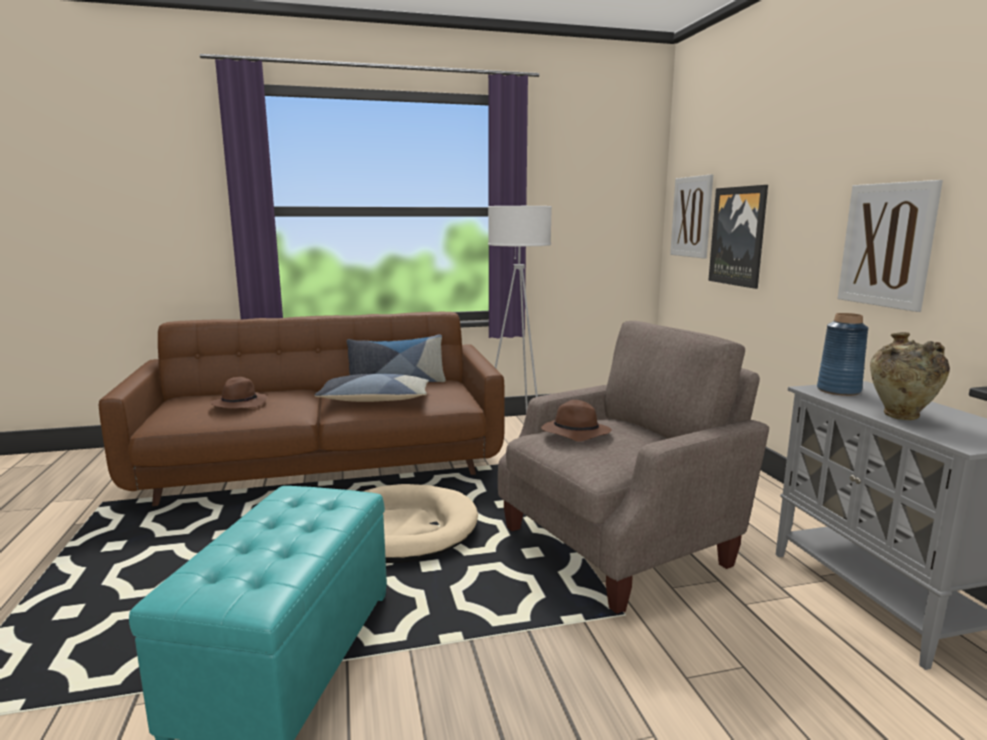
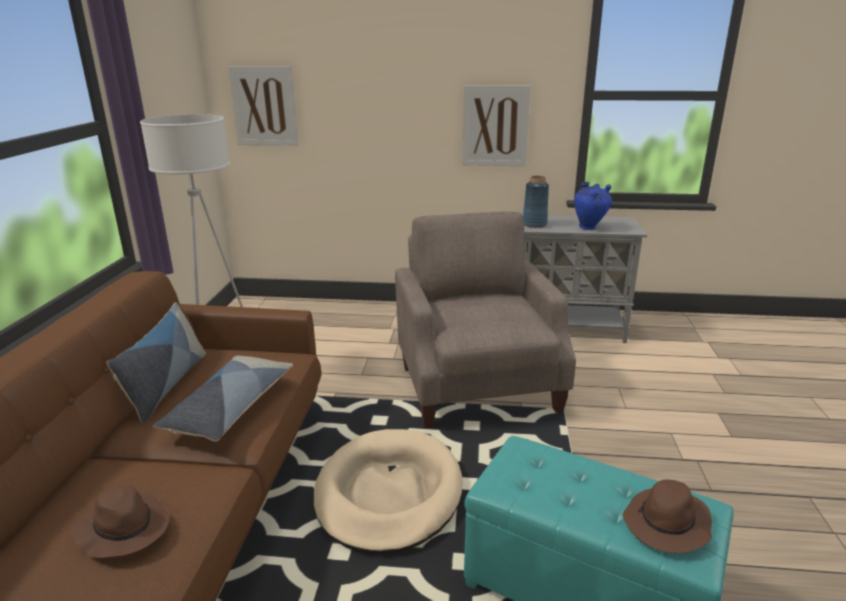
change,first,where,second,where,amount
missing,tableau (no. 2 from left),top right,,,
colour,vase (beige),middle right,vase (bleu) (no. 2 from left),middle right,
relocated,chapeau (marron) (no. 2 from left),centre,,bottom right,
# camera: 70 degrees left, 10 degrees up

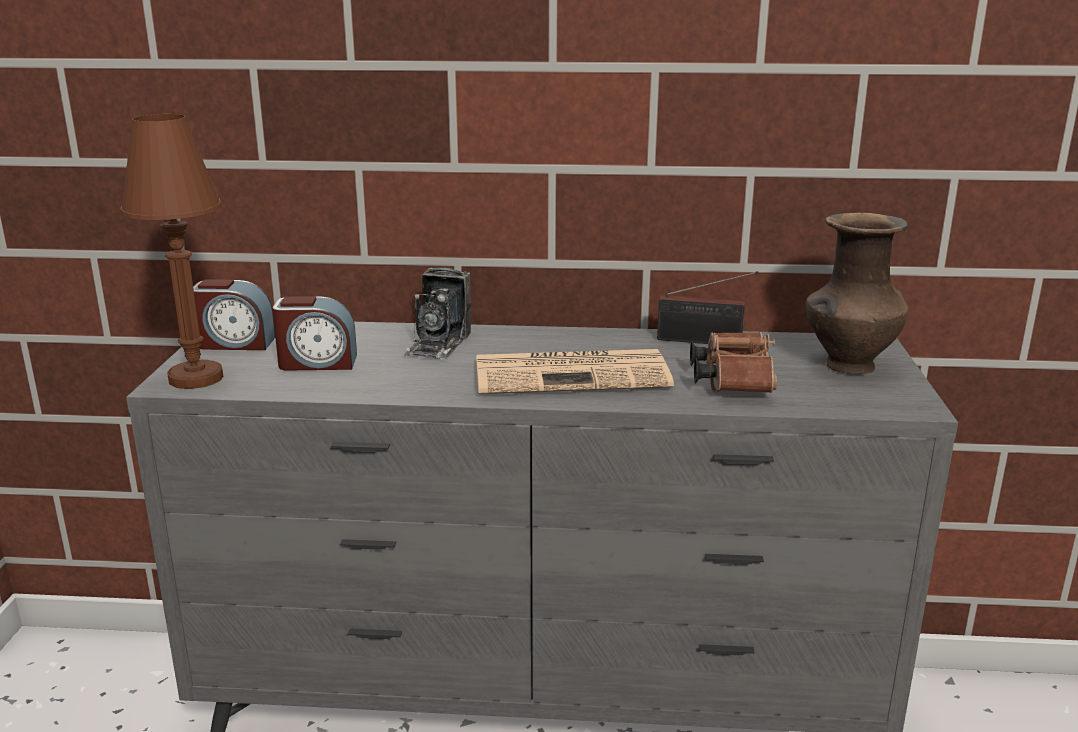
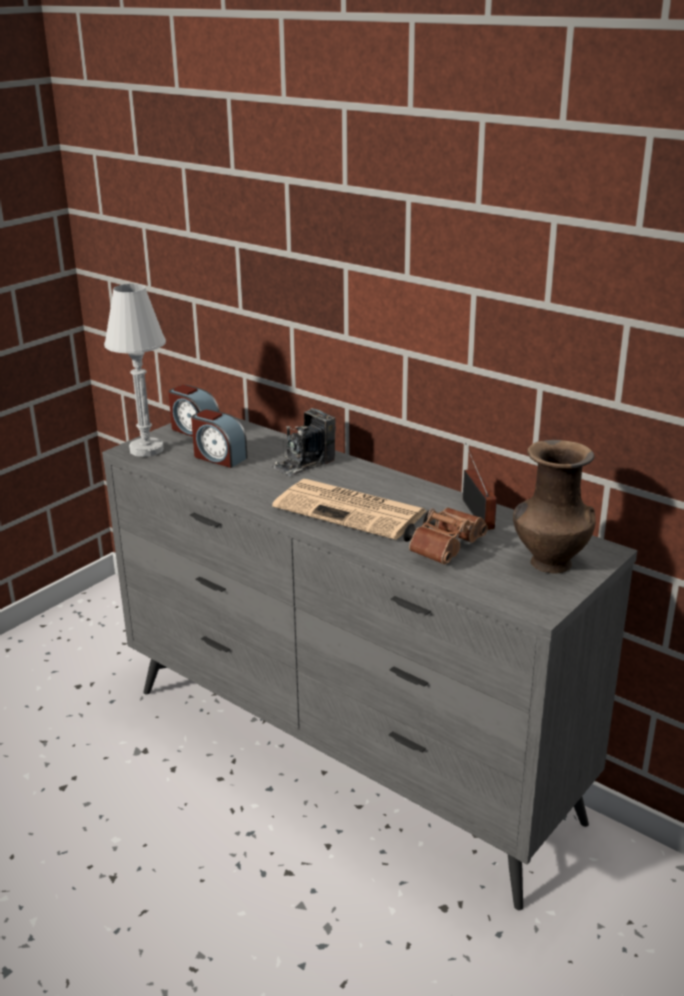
change,first,where,second,where,amount
colour,lampe de table (marron),middle left,lampe de table (blanc),middle left,
spun,radio,centre,,middle right,150 degrees counterclockwise
# camera: 35 degrees right, 5 degrees up

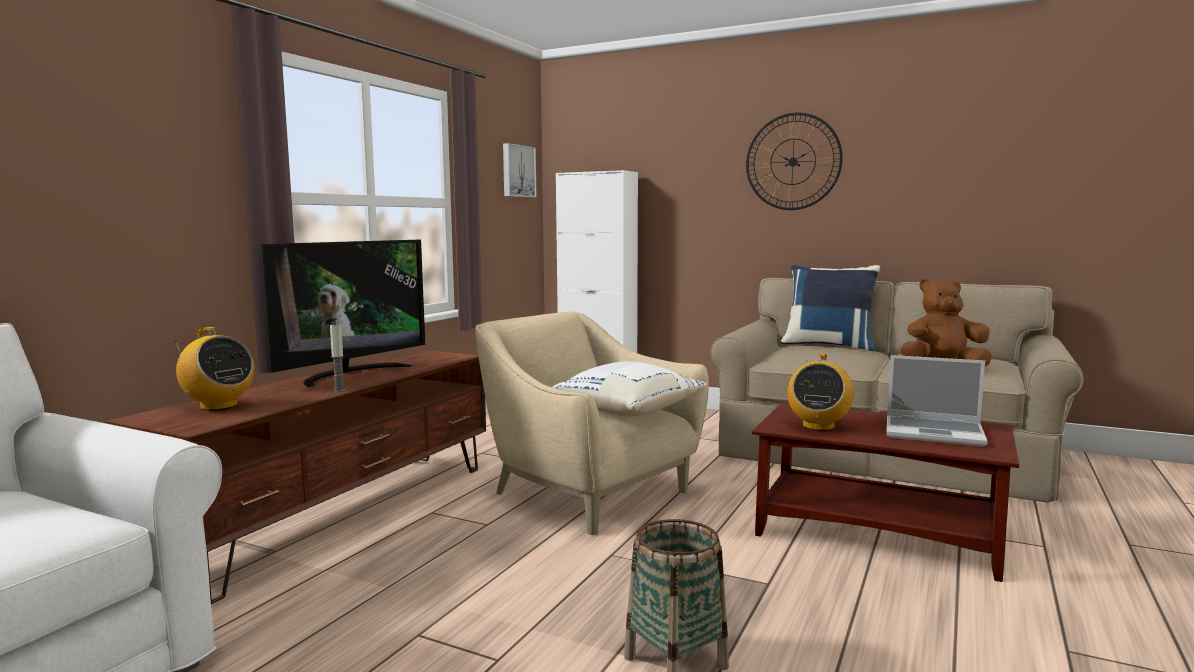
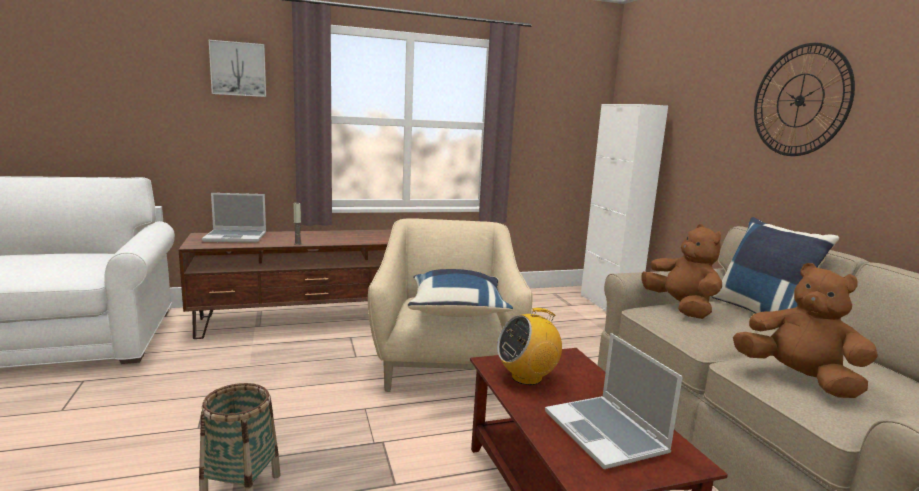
change,first,where,second,where,amount
relocated,tableau,top centre,,top left,
missing,téléviseur,middle left,,,
exchanged,radio (no. 1 from left),middle left,ordinateur portable (no. 1 from left),middle left,
colour,coussin (blanc),centre,coussin (bleu) (no. 1 from left),centre,
appeared,,,peluche (marron) (no. 1 from left),middle right,
# camera: 45 degrees right, 5 degrees up

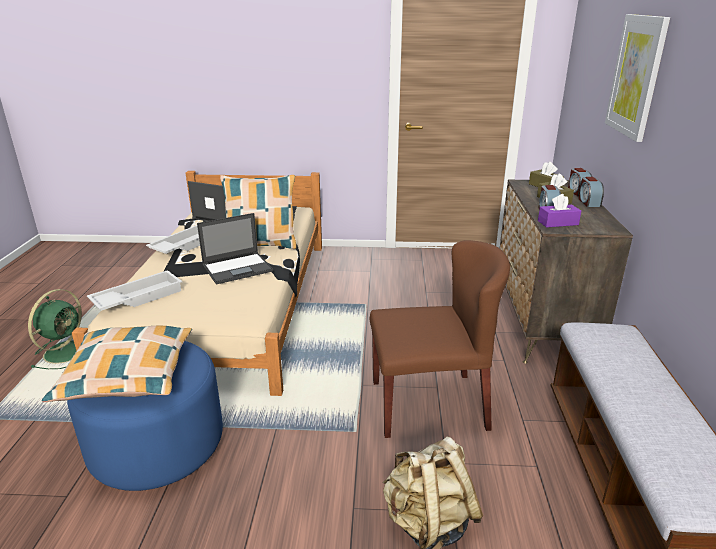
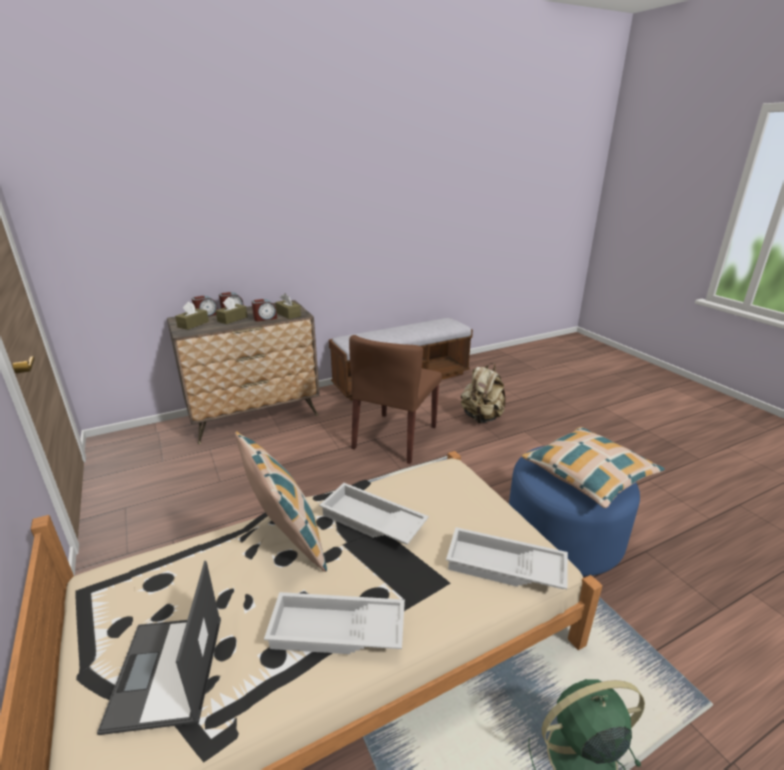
change,first,where,second,where,amount
missing,tableau,top right,,,
colour,boîte à mouchoirs (violet),middle right,boîte à mouchoirs (marron) (no. 3 from left),centre,
exchanged,ordinateur portable (no. 2 from left),middle left,plateau (blanc) (no. 2 from left),bottom centre,
spun,chaise (marron),centre,,centre,120 degrees counterclockwise
# camera: 120 degrees left, 0 degrees up

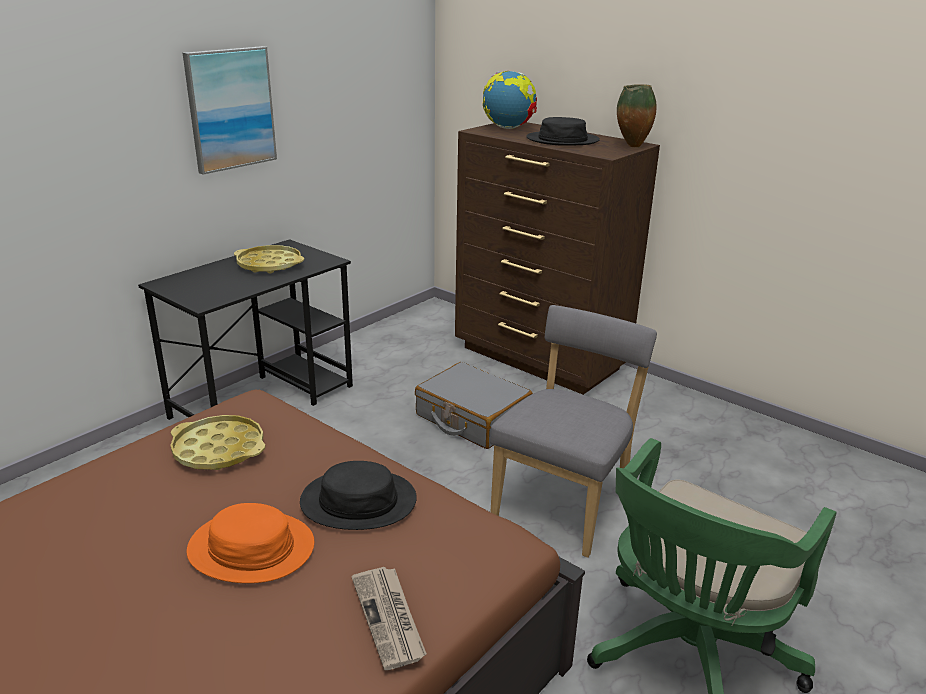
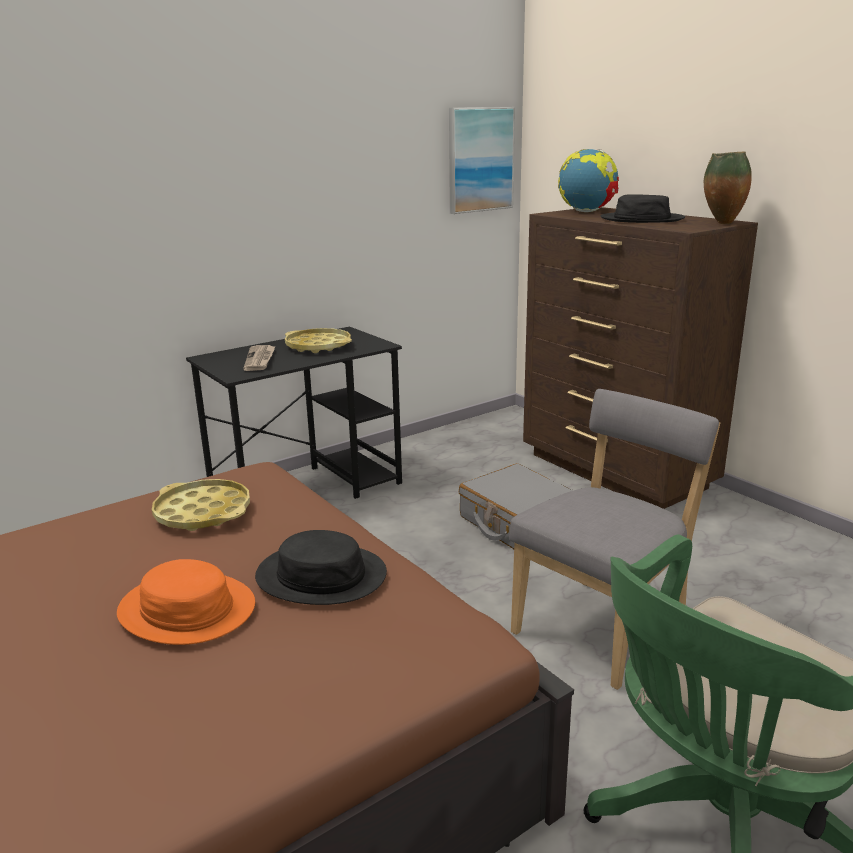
change,first,where,second,where,amount
relocated,tableau,top left,,top centre,
relocated,journal,bottom centre,,middle left,
# camera: 15 degrees right, 5 degrees down

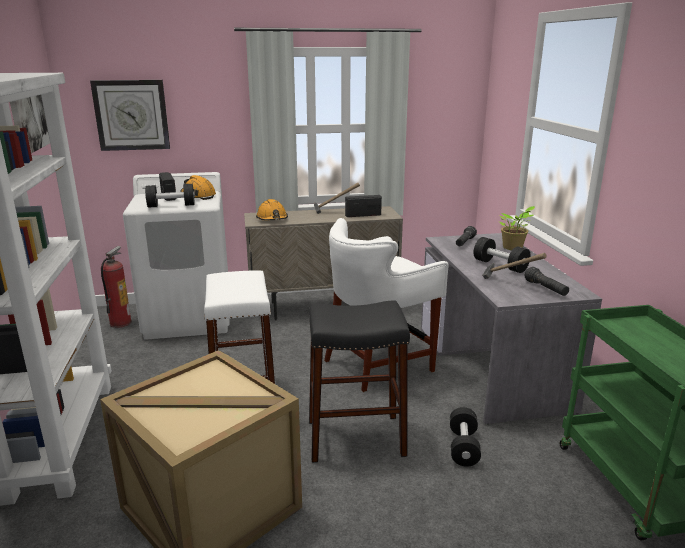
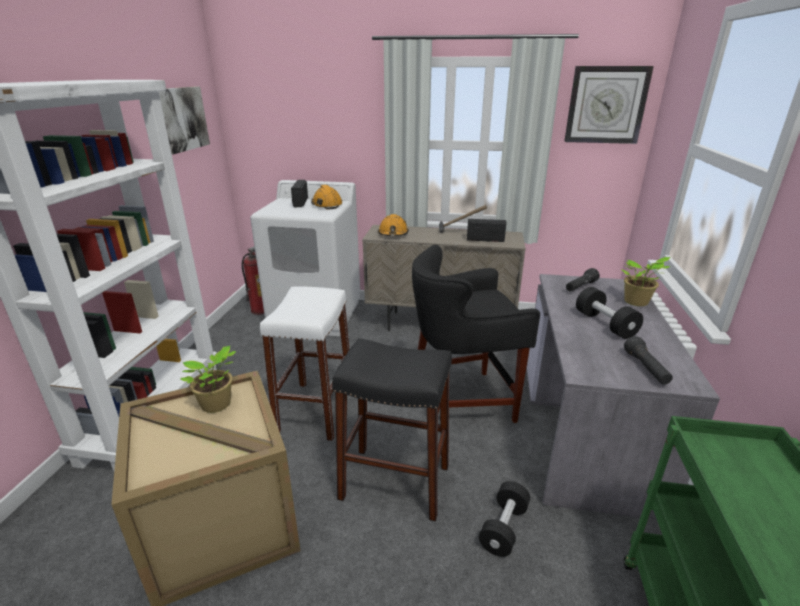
change,first,where,second,where,amount
relocated,horloge murale,top left,,top right,
missing,haltère (noir) (no. 1 from left),middle left,,,
colour,tabouret (blanc) (no. 2 from left),centre,tabouret (noir) (no. 2 from left),centre,
missing,marteau (no. 2 from left),middle right,,,
appeared,,,plante en pot (no. 1 from left),middle left,
# camera: 20 degrees right, 5 degrees up

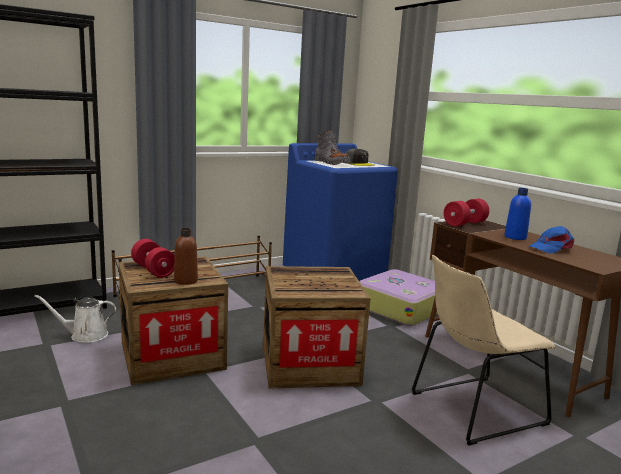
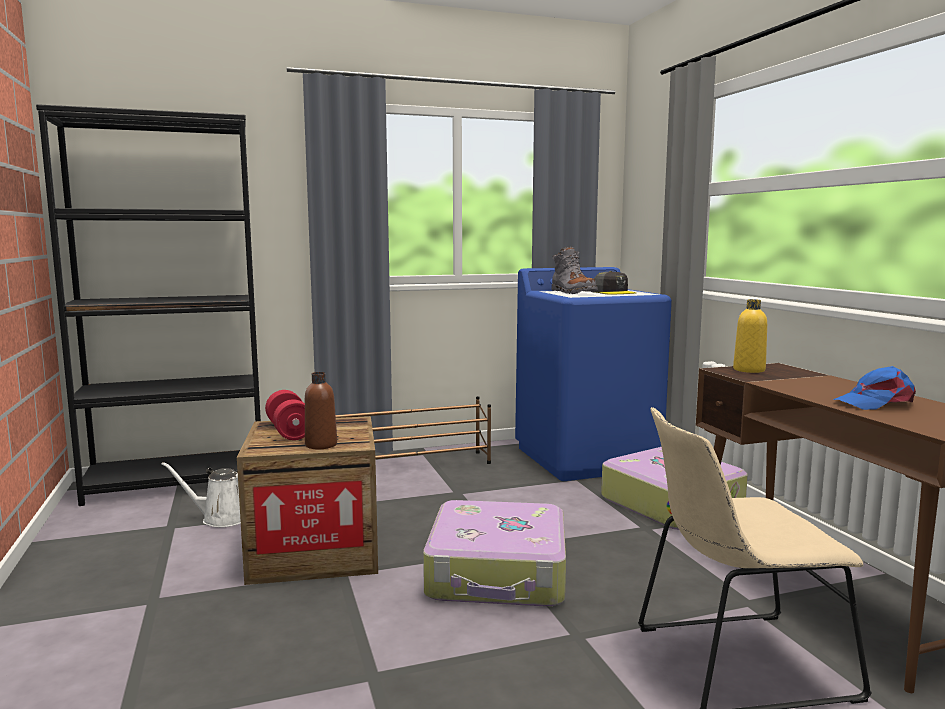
change,first,where,second,where,amount
missing,bouteille (bleu),middle right,,,
exchanged,haltère (rouge) (no. 2 from left),middle right,bouteille (jaune),middle right,
exchanged,caisse (no. 2 from left),bottom centre,valise (no. 1 from left),bottom centre,
# camera: 15 degrees right, 5 degrees down

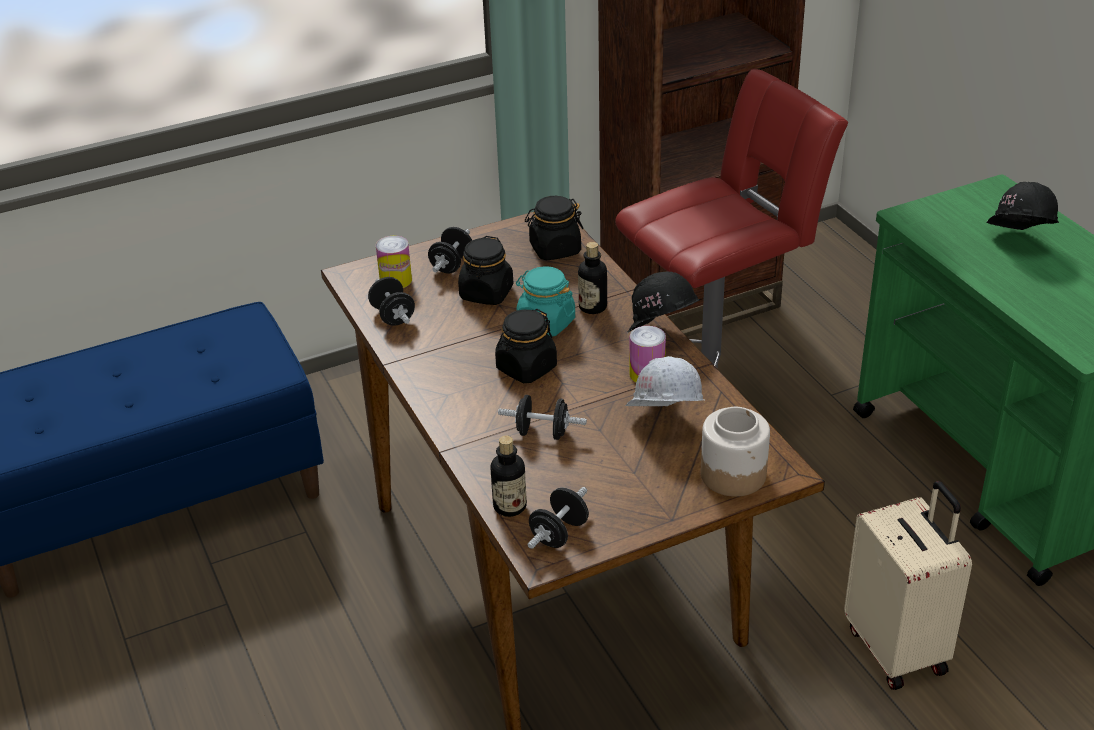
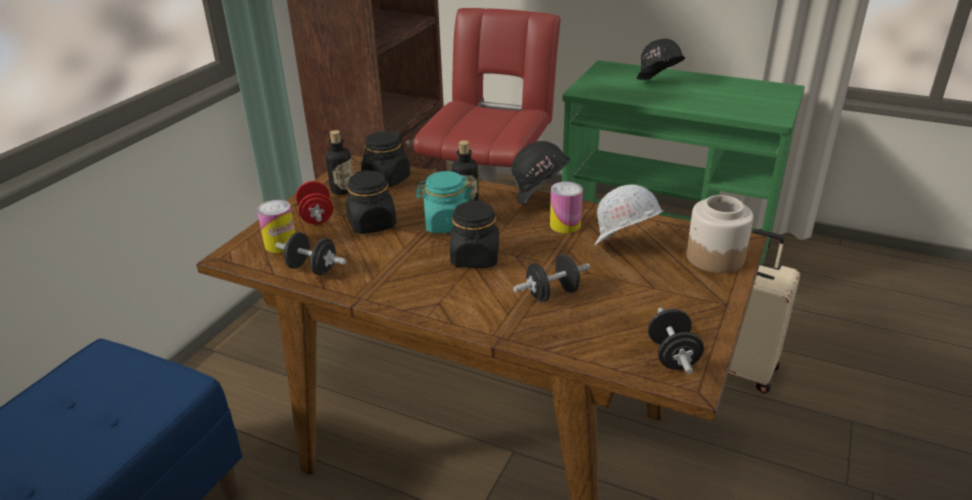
change,first,where,second,where,amount
colour,haltère (noir) (no. 2 from left),centre,haltère (rouge),middle left,
relocated,bouteille (no. 1 from left),centre,,top centre,
# camera: 40 degrees left, 5 degrees down

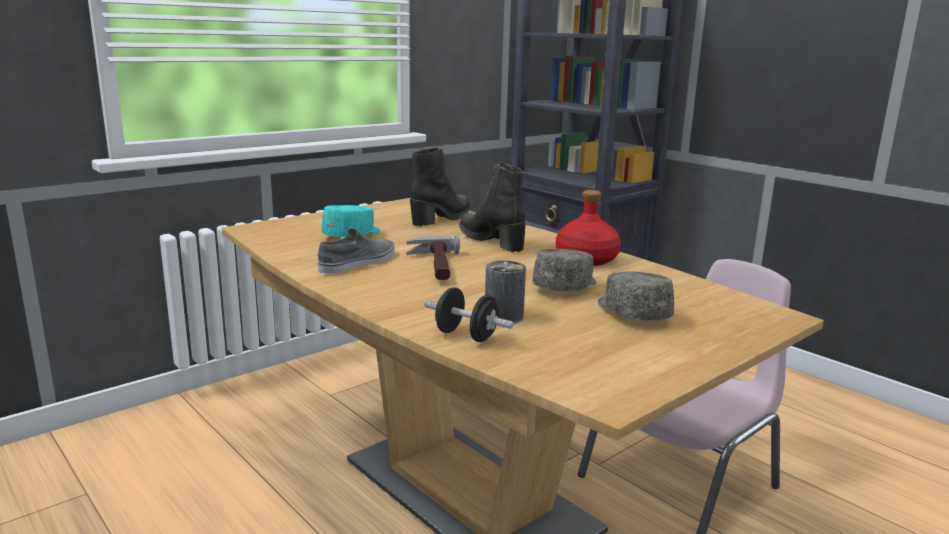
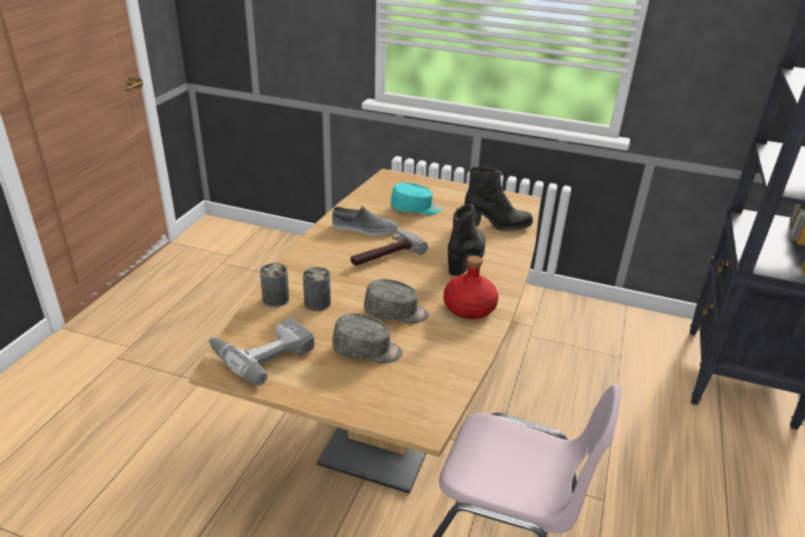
change,first,where,second,where,amount
spun,casquette (gris) (no. 2 from left in the first image),middle right,casquette (gris) (no. 1 from left),centre,60 degrees clockwise
exchanged,haltère (noir),centre,boîte métallique (no. 1 from left),centre,
appeared,,,perceuse,middle left,
# camera: 60 degrees right, 15 degrees up

